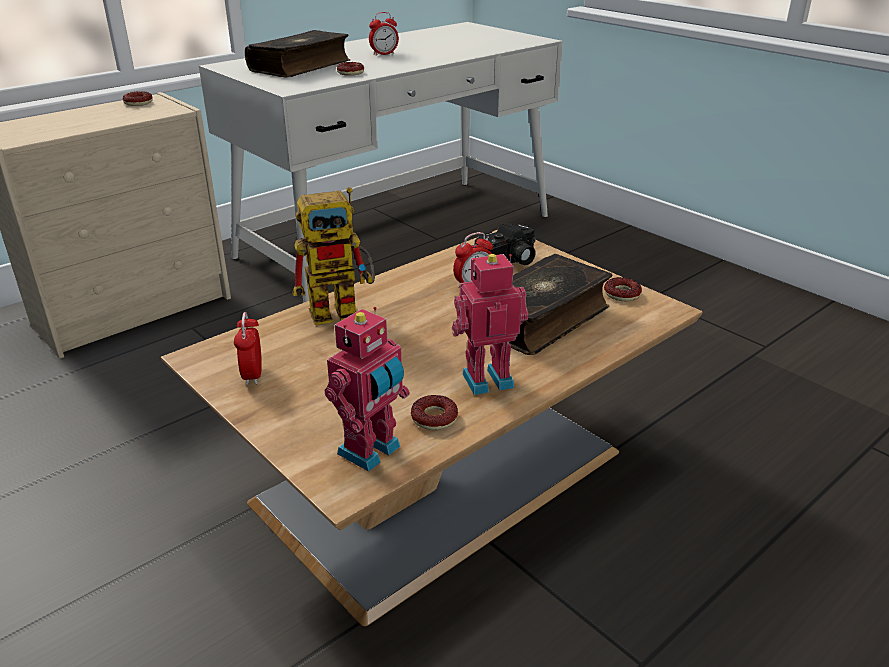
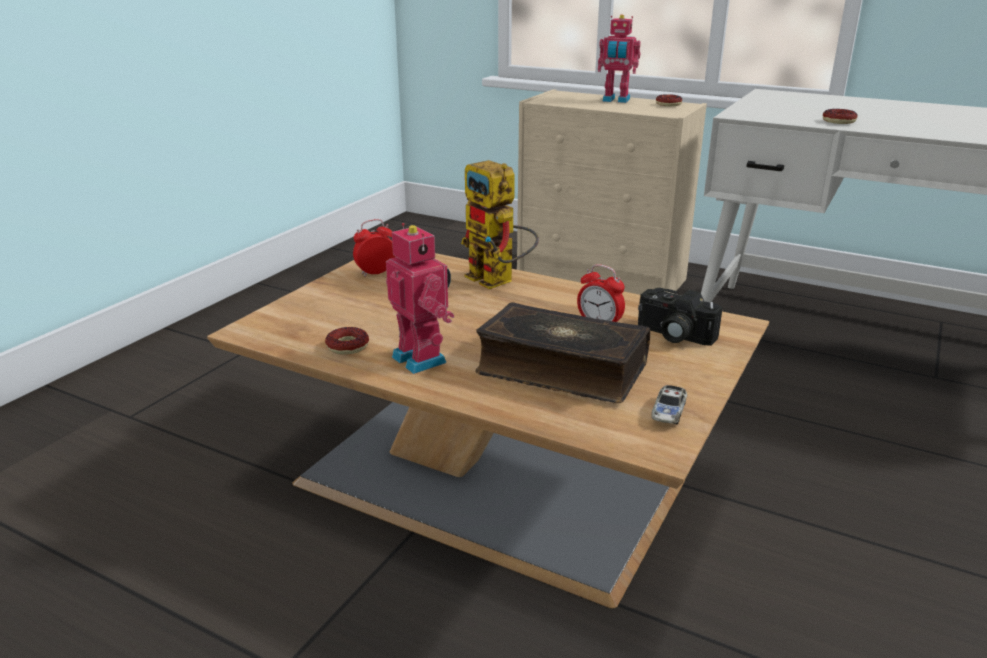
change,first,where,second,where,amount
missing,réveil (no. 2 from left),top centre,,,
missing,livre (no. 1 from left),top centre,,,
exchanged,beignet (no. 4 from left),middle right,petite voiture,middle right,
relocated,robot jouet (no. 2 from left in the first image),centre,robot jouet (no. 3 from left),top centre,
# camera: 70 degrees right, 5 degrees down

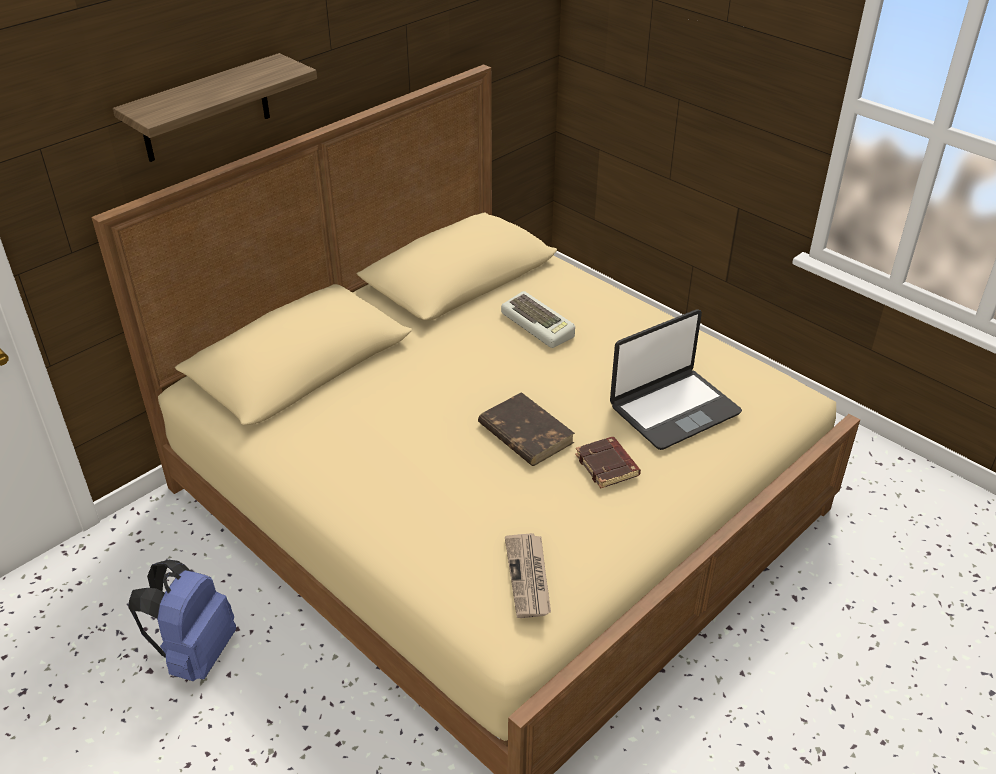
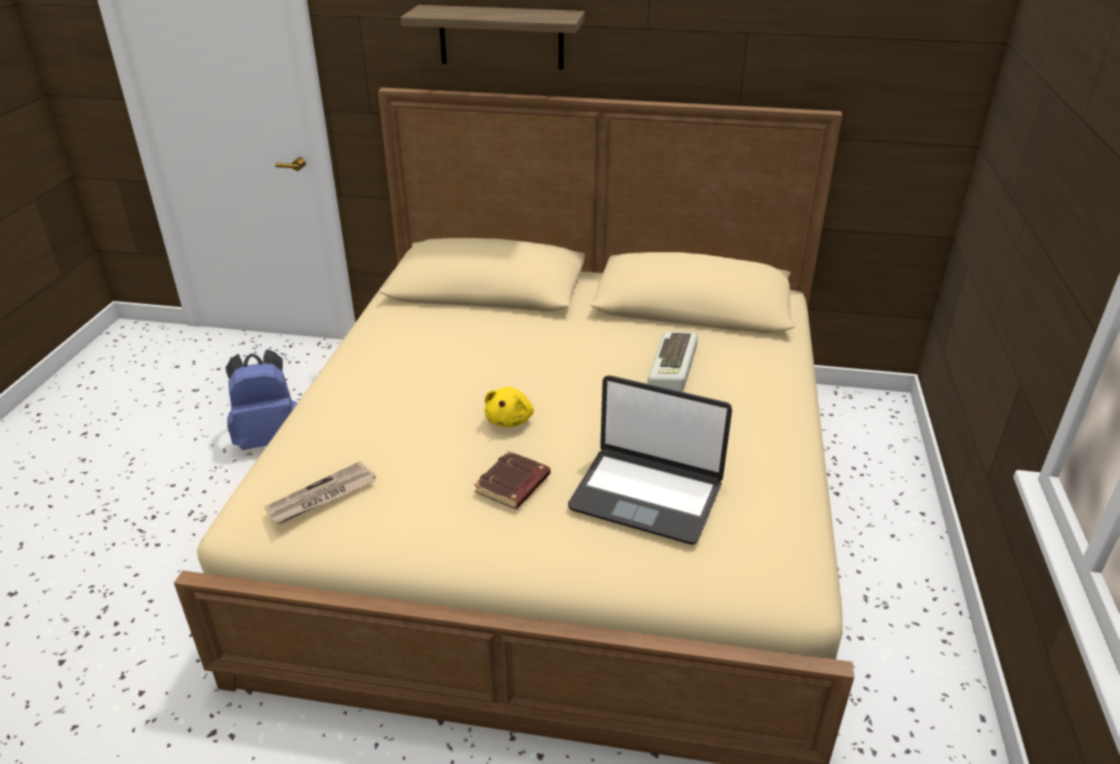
change,first,where,second,where,amount
exchanged,livre (marron) (no. 1 from left),centre,peluche (jaune),centre,
# camera: 55 degrees right, 5 degrees down

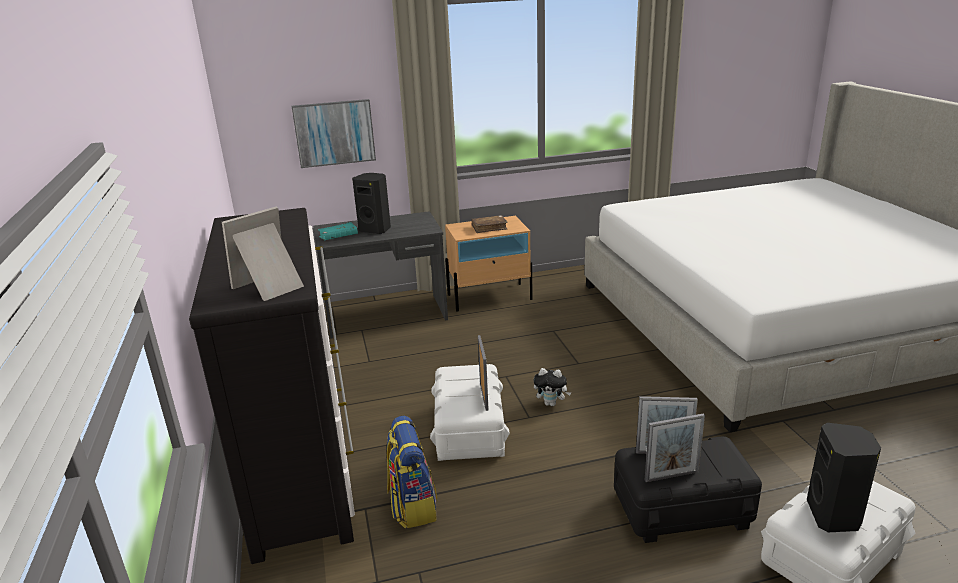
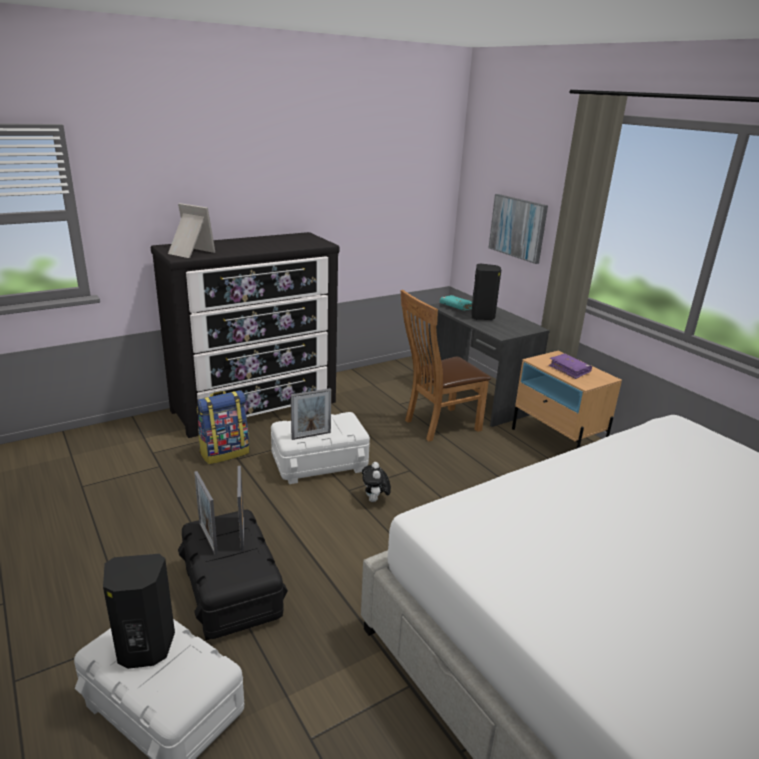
change,first,where,second,where,amount
colour,livre (marron),centre,livre (violet),middle right,
appeared,,,chaise (marron),centre,
# camera: 70 degrees right, 0 degrees up

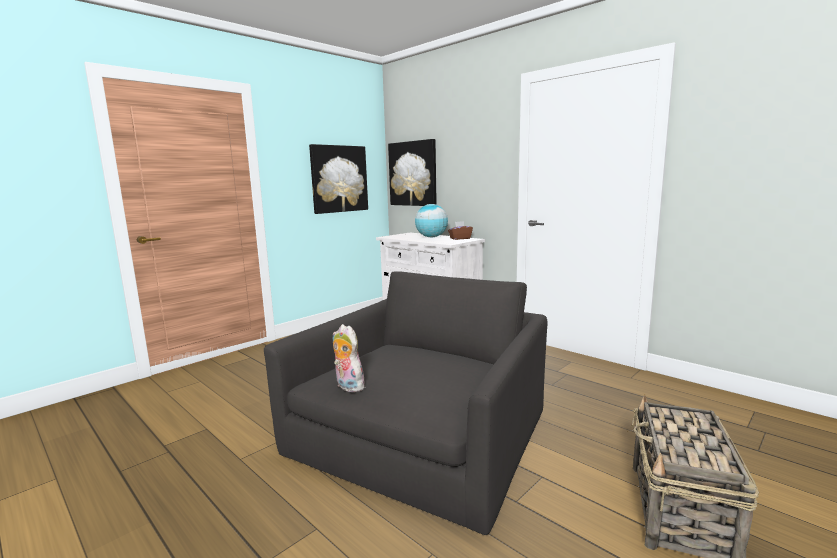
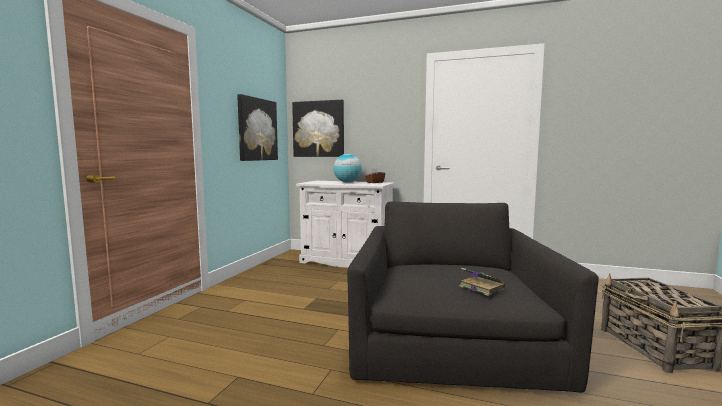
change,first,where,second,where,amount
missing,peluche,centre,,,
appeared,,,livre,bottom right,
# camera: 25 degrees left, 5 degrees down

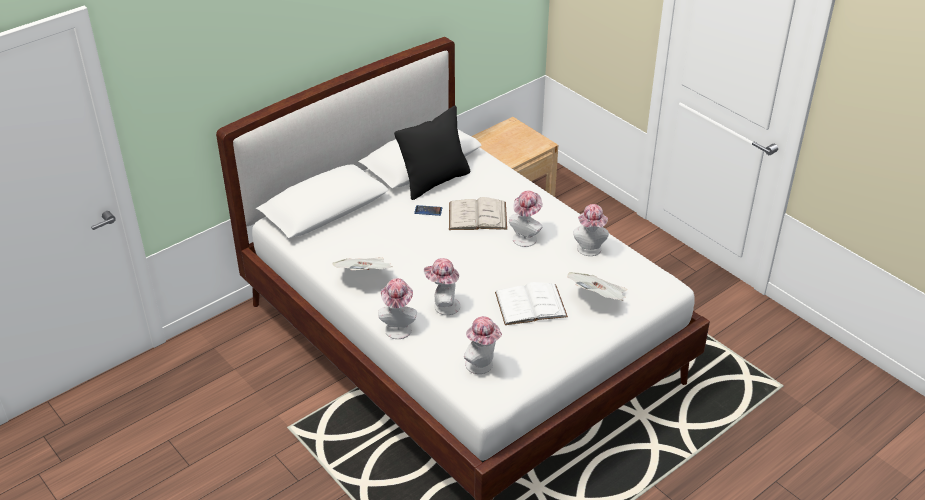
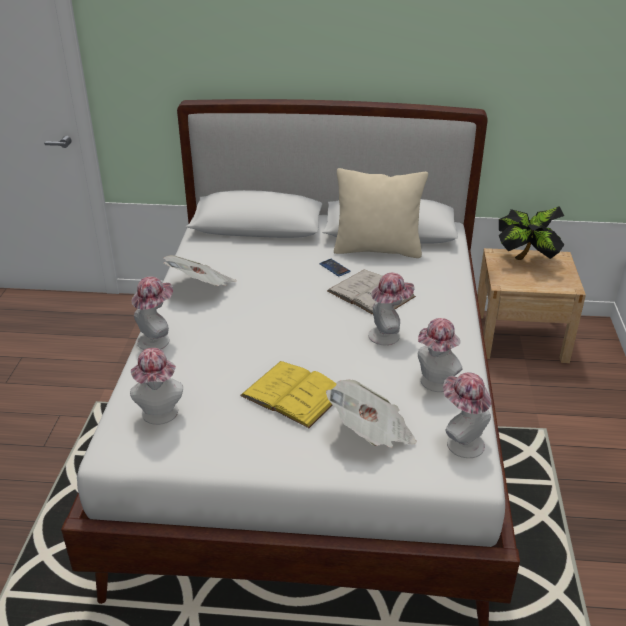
change,first,where,second,where,amount
colour,coussin (noir),top centre,coussin (beige),centre,
relocated,chapeau (no. 2 from left in the first image),centre,chapeau (no. 5 from left),middle right,
colour,livre (blanc) (no. 2 from left),centre,livre (jaune),centre,
appeared,,,plante en pot,middle right,
# camera: 45 degrees right, 5 degrees down

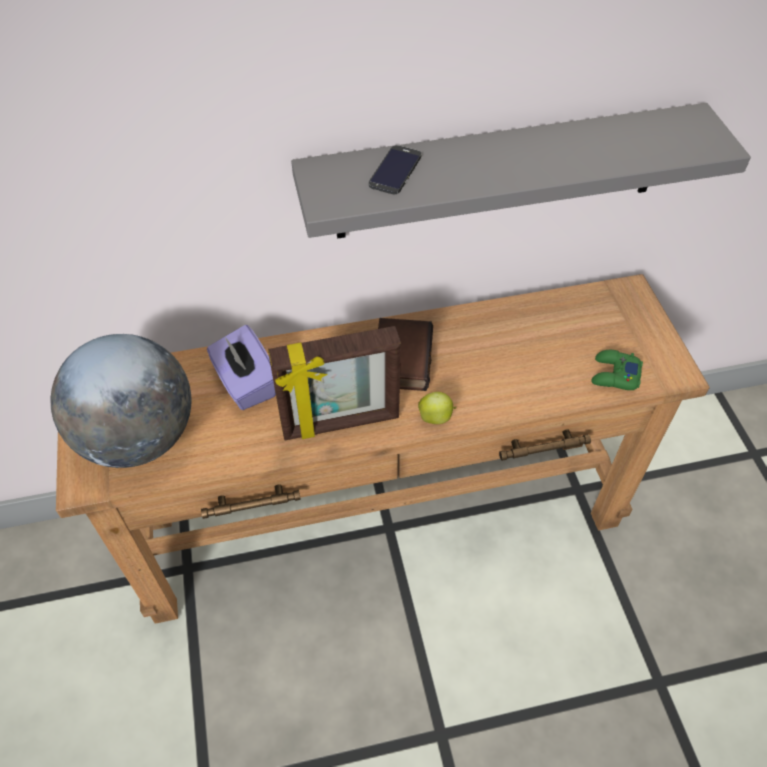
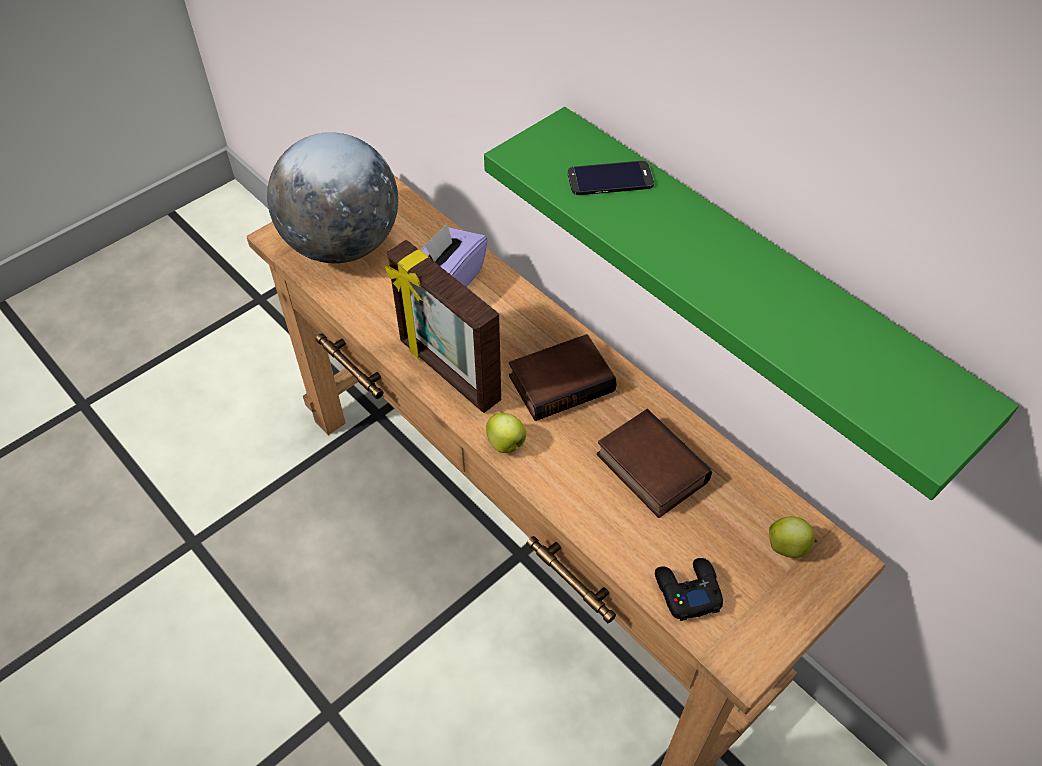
change,first,where,second,where,amount
colour,étagère (gris),top right,étagère (vert),middle right,
colour,manette (vert),middle right,manette (noir),bottom centre,
appeared,,,livre (no. 2 from left),centre,
appeared,,,pomme (no. 2 from left),bottom right,
# camera: 60 degrees right, 0 degrees up

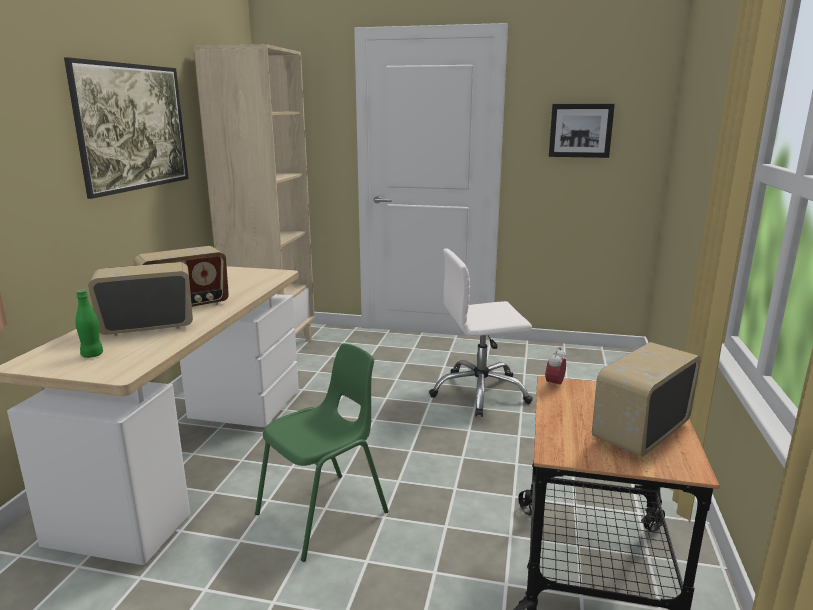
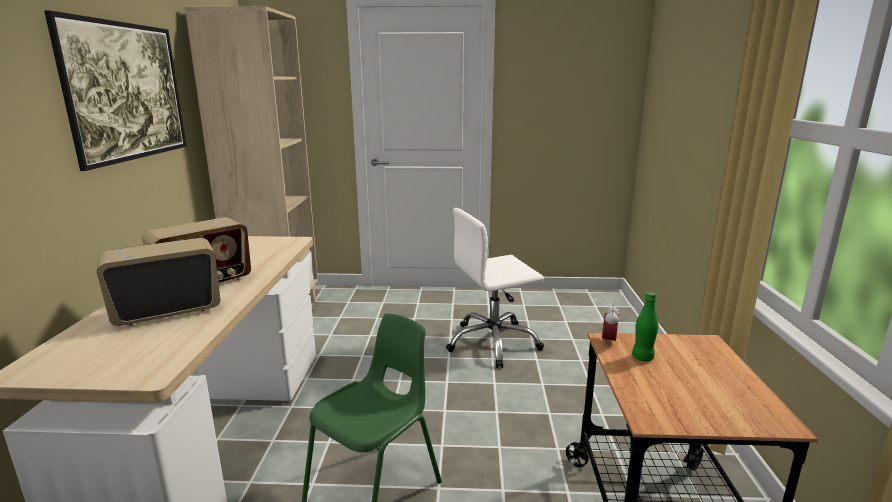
change,first,where,second,where,amount
missing,tableau (no. 2 from left),top right,,,
relocated,bouteille (vert),middle left,,middle right,
missing,radio (no. 3 from left),middle right,,,
# camera: 10 degrees left, 0 degrees up

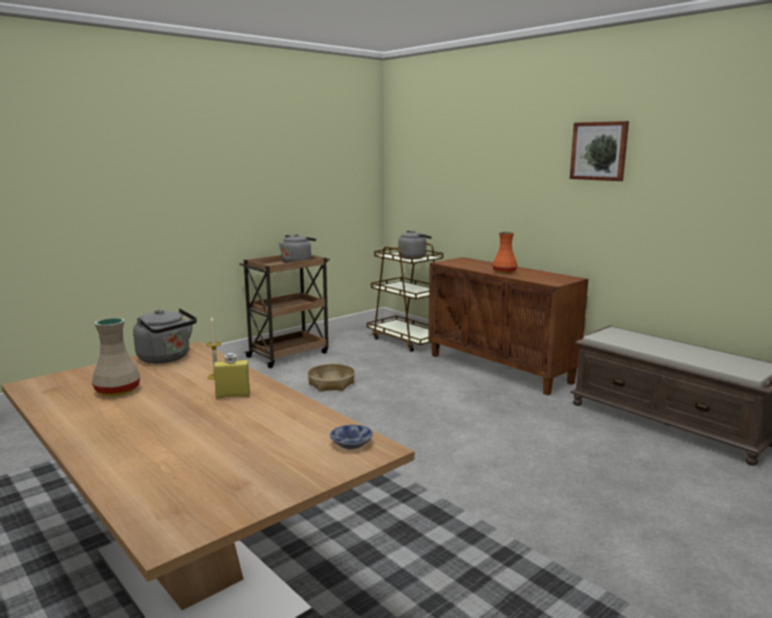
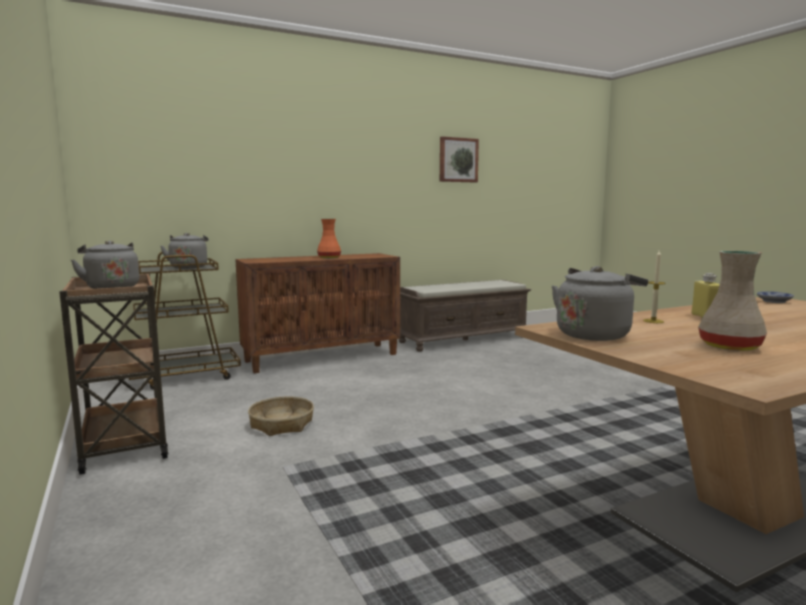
change,first,where,second,where,amount
relocated,tableau,top right,,top centre,
# camera: 75 degrees left, 5 degrees down

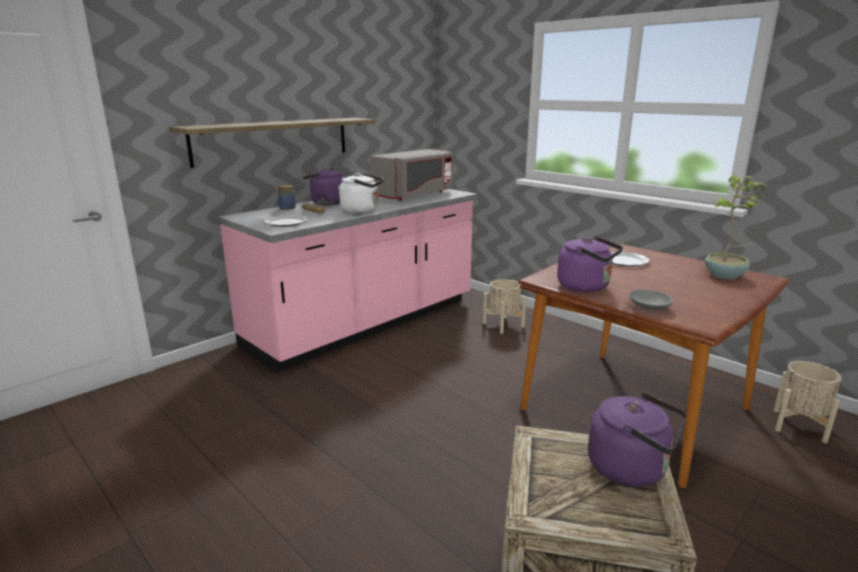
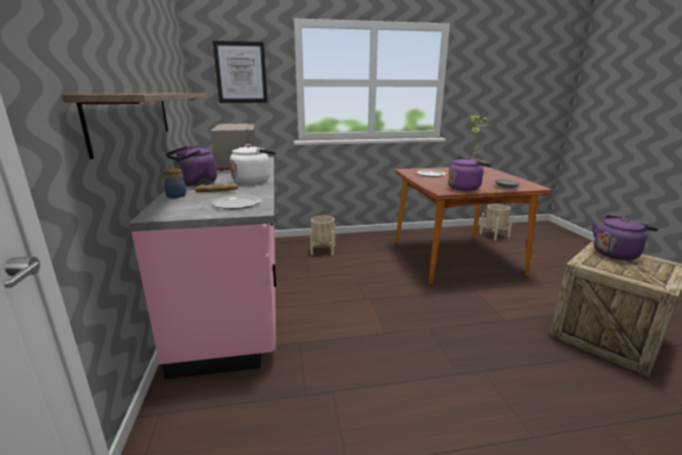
change,first,where,second,where,amount
appeared,,,tableau,top centre,
# camera: 55 degrees left, 0 degrees up

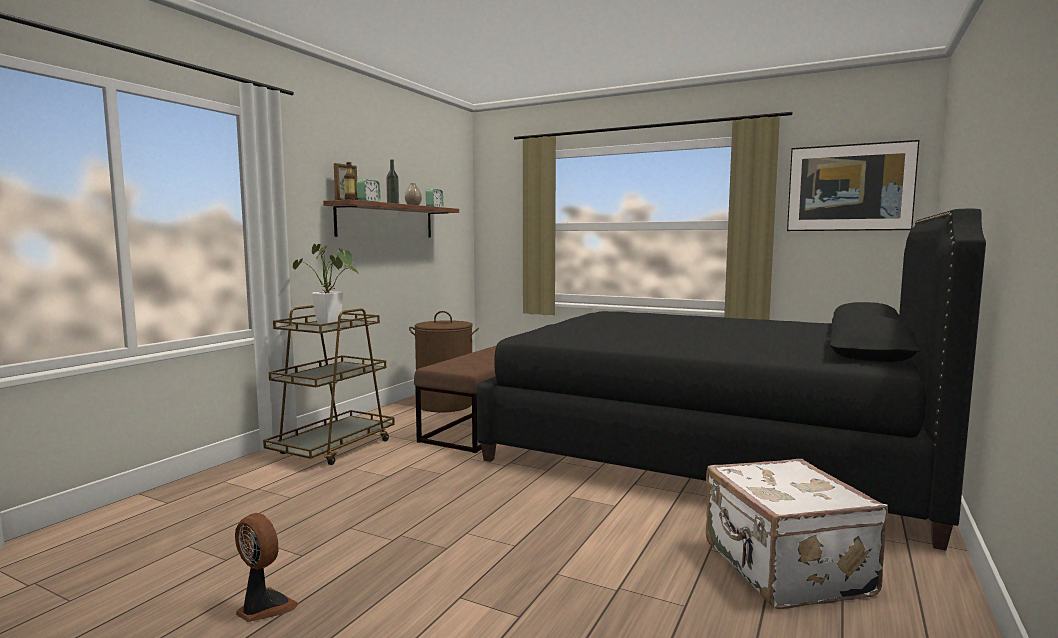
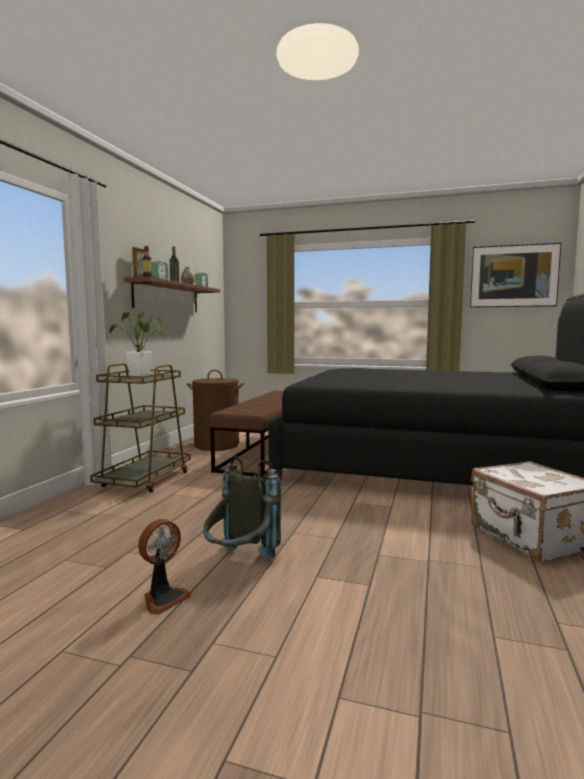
change,first,where,second,where,amount
spun,ventilateur,bottom left,,bottom left,105 degrees clockwise
appeared,,,sac à dos (gris),centre,
# camera: 10 degrees left, 0 degrees up

